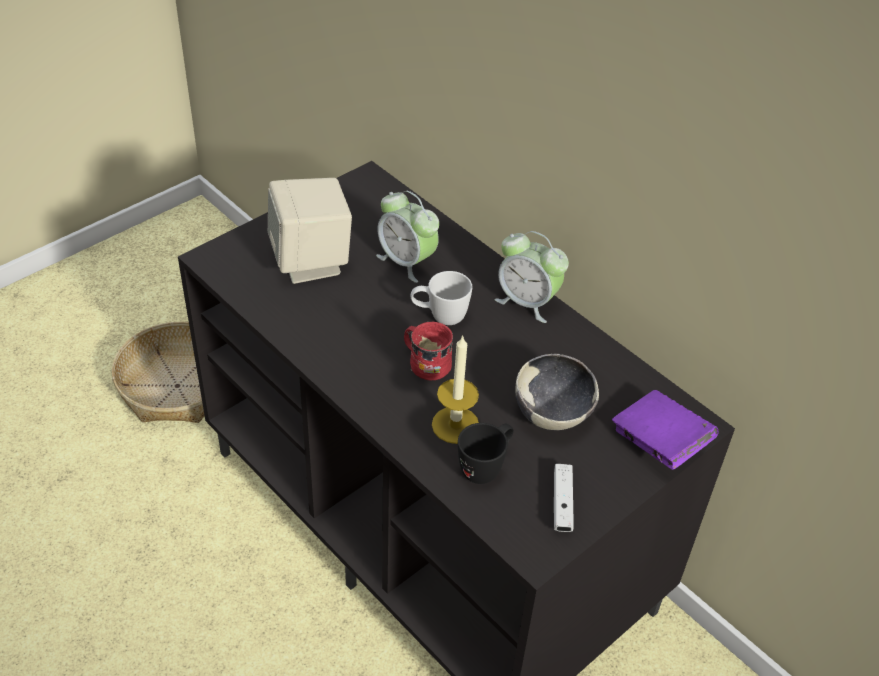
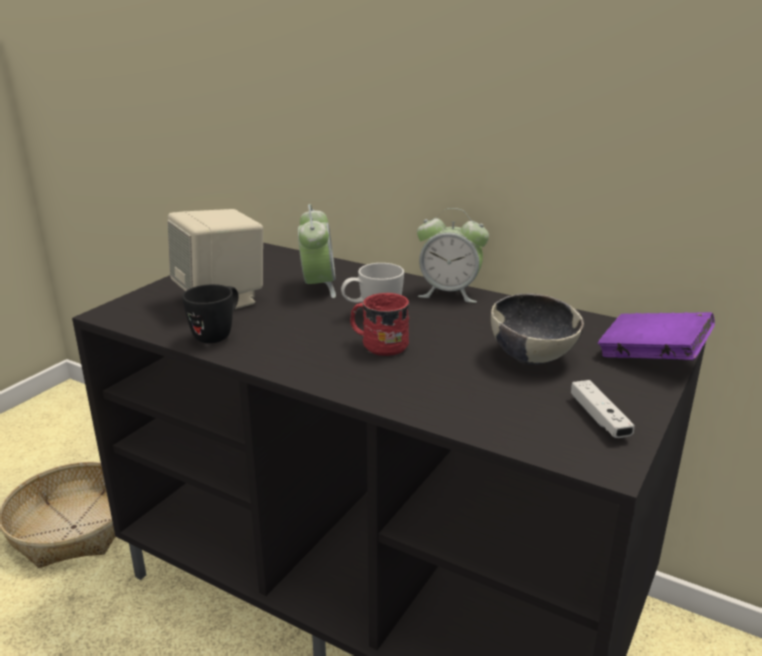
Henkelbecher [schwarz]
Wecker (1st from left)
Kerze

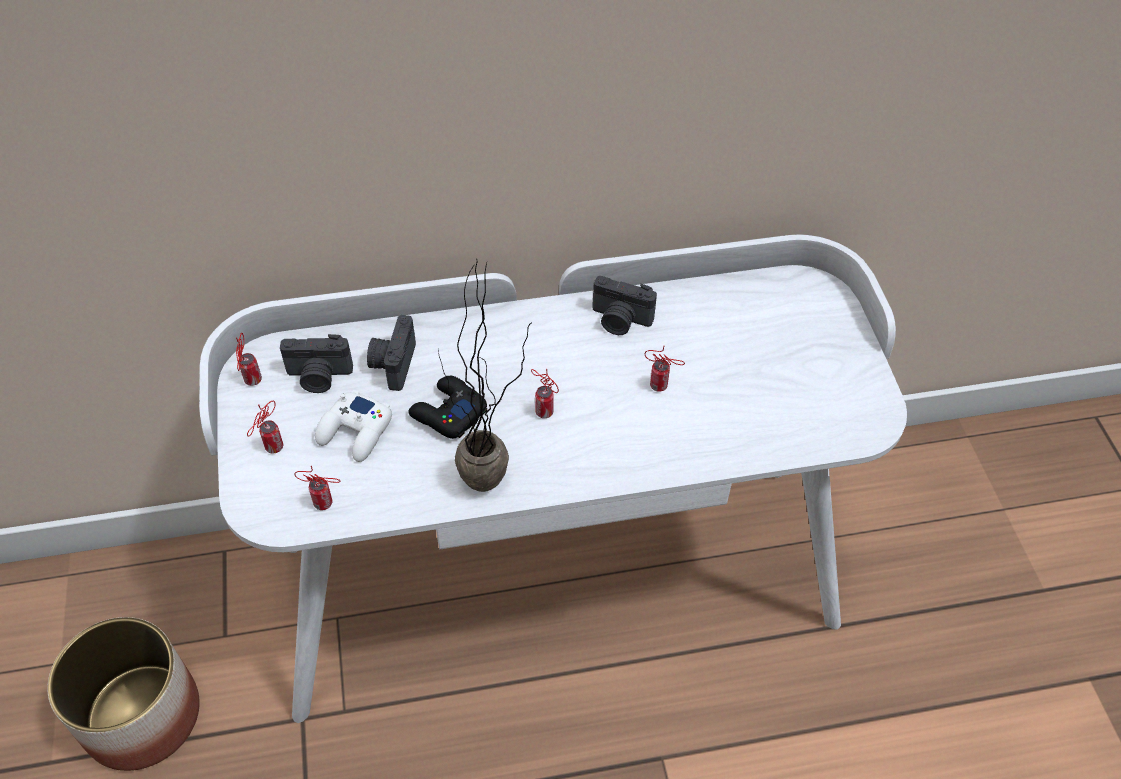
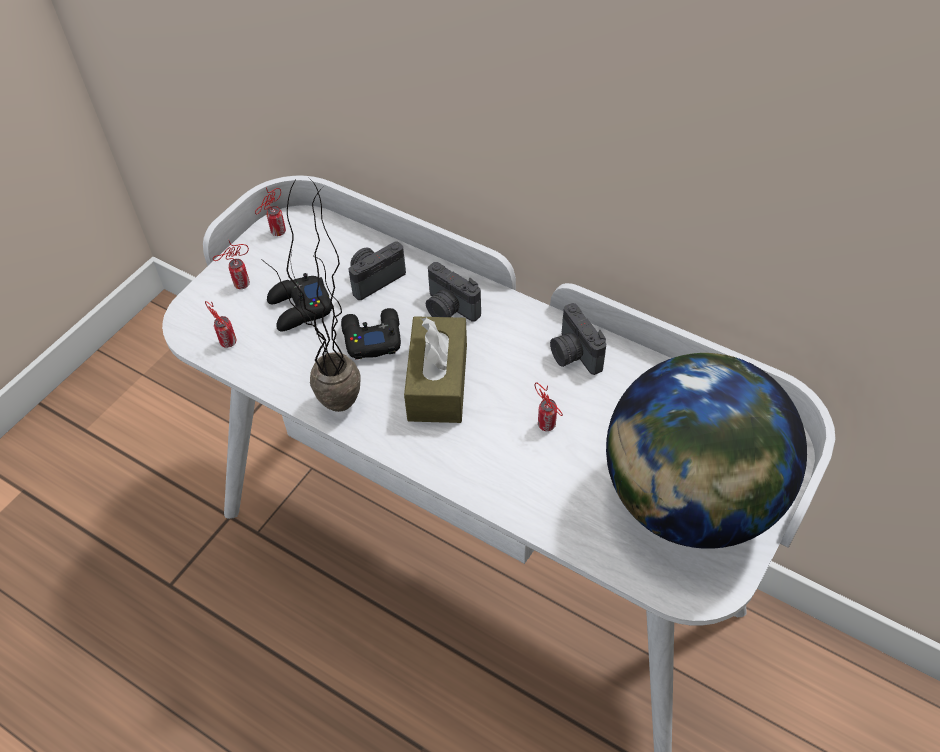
Gamepad [schwarz] (1st from left)
Taschentuchbox [braun]
Kamera (2nd from left)
Globus
Pflanzkübel

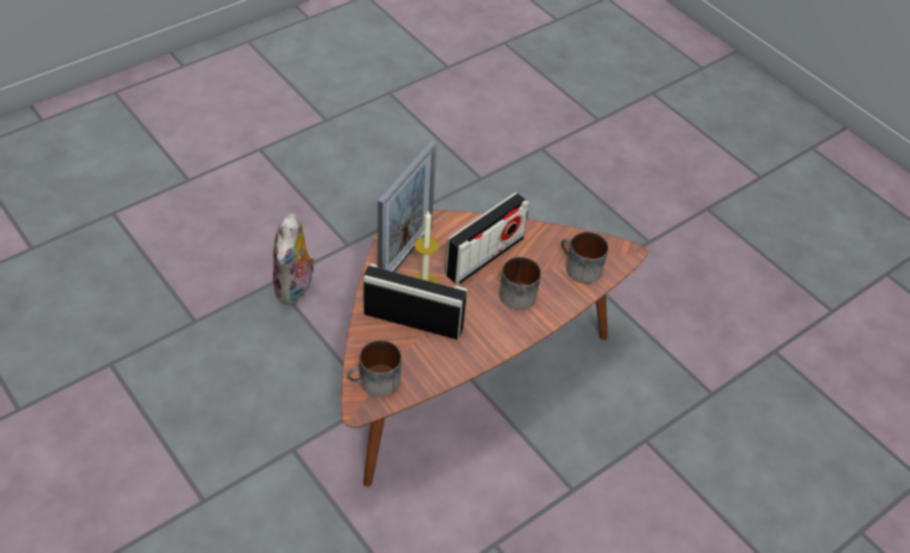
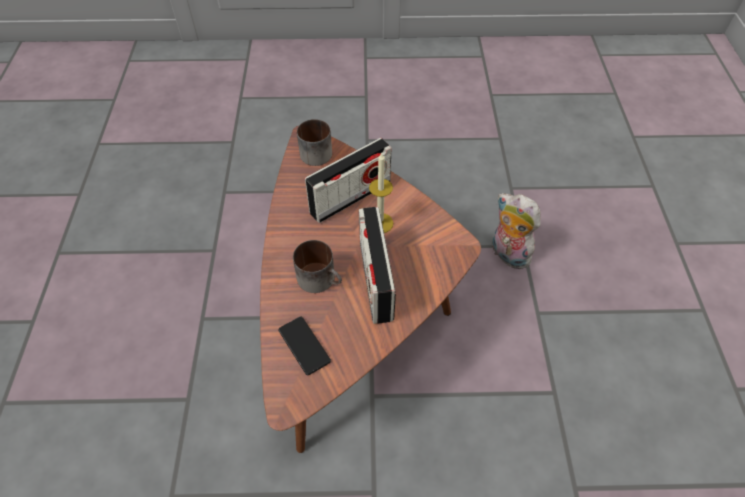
Handy
Bilderrahmen

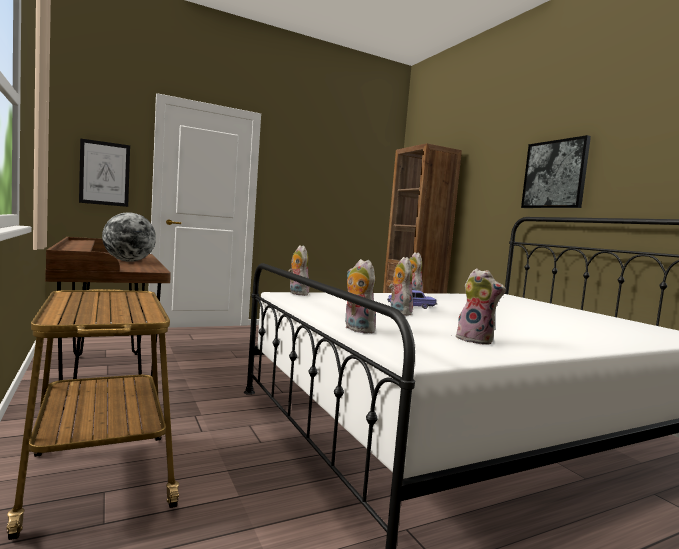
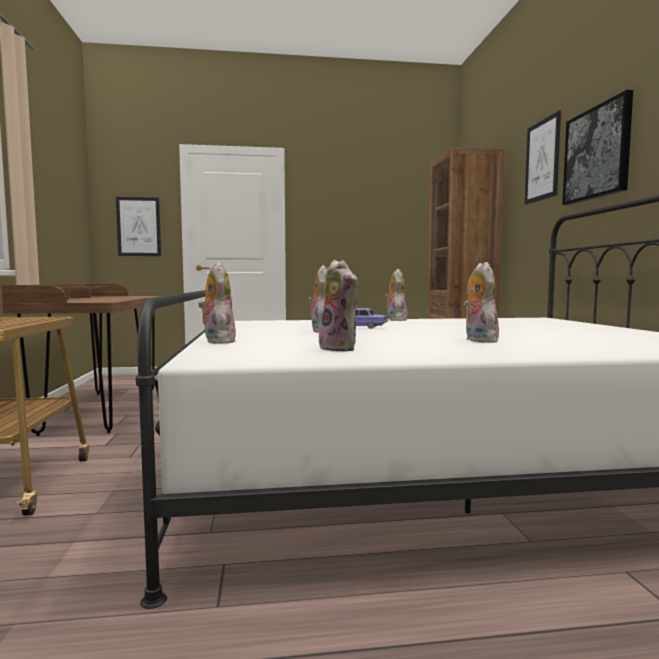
Plüschtier (5th from left)
Bild (2nd from left)
Globus

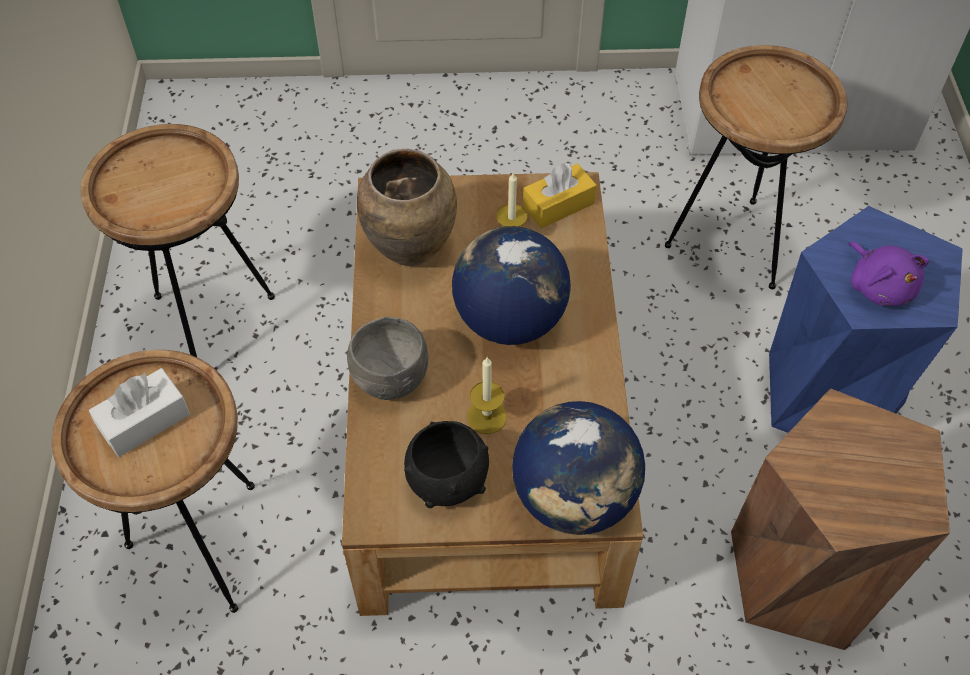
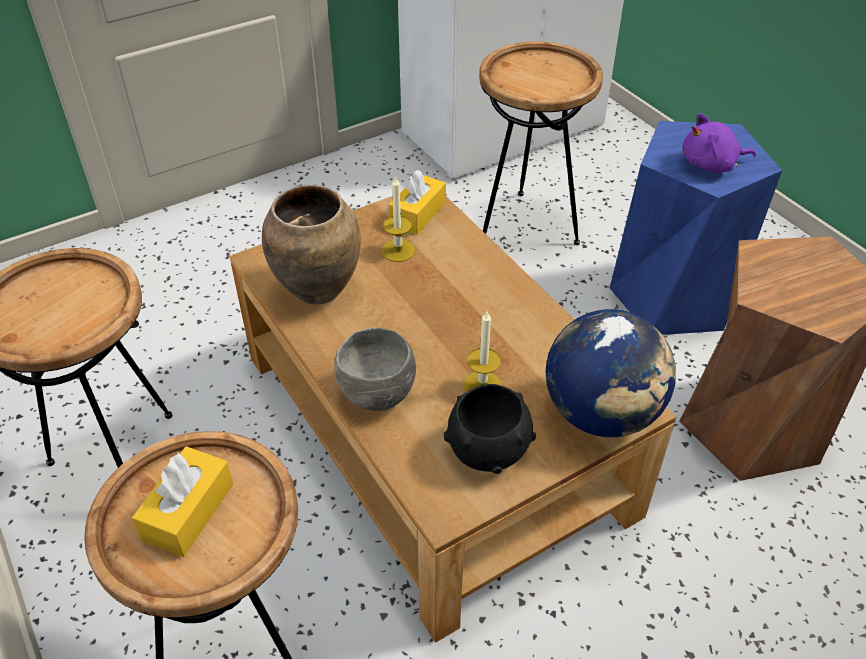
Taschentuchbox [gelb] (1st from left)
Plüschtier [lila]
Globus (1st from left in the first image)

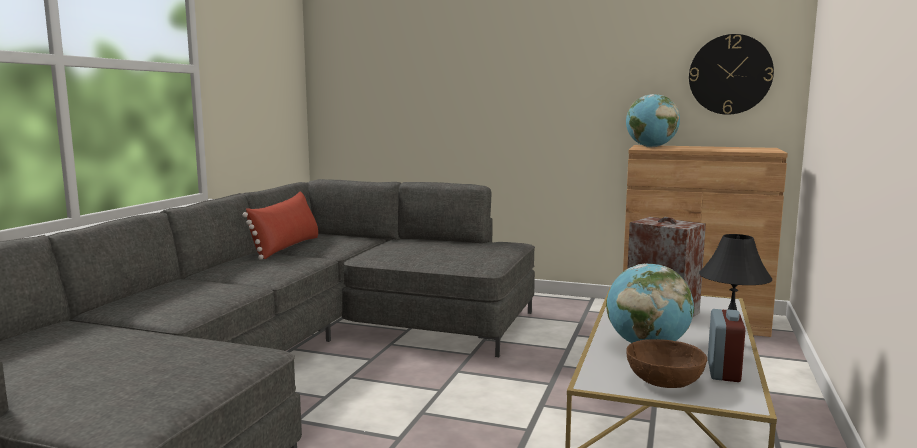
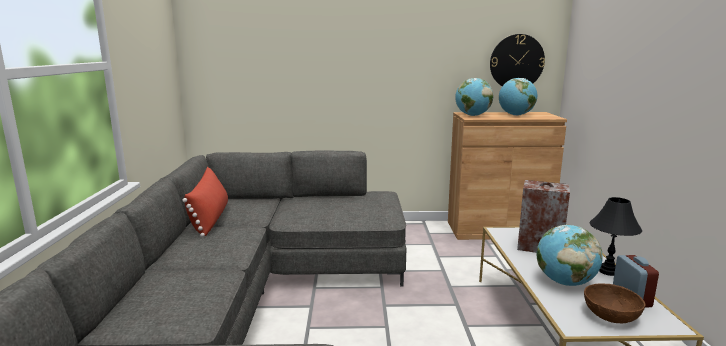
Globus (2nd from left)

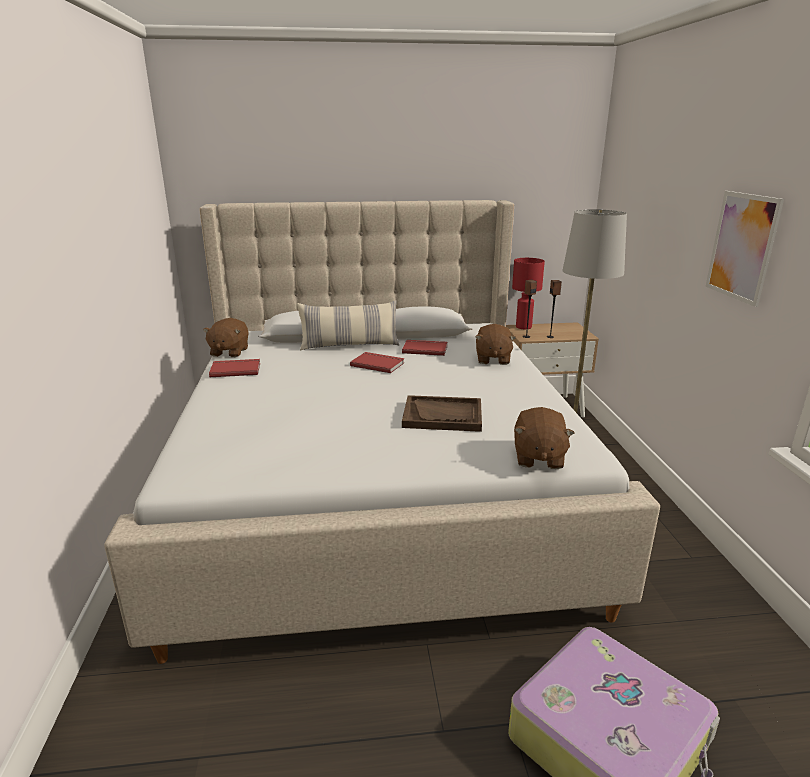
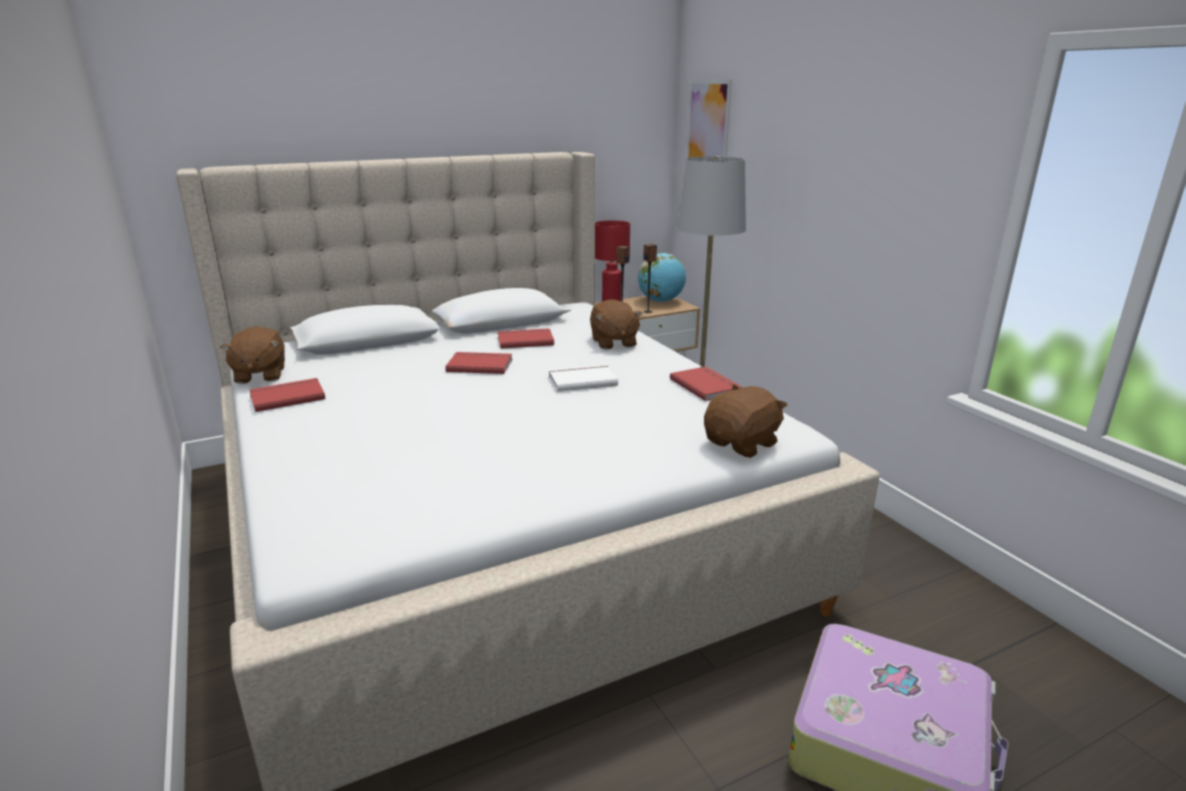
Buch [weiß]
Globus
Buch [rot] (4th from left)
Bild
Plüschtier [braun] (3rd from left)
Kissen
Tablett [braun]

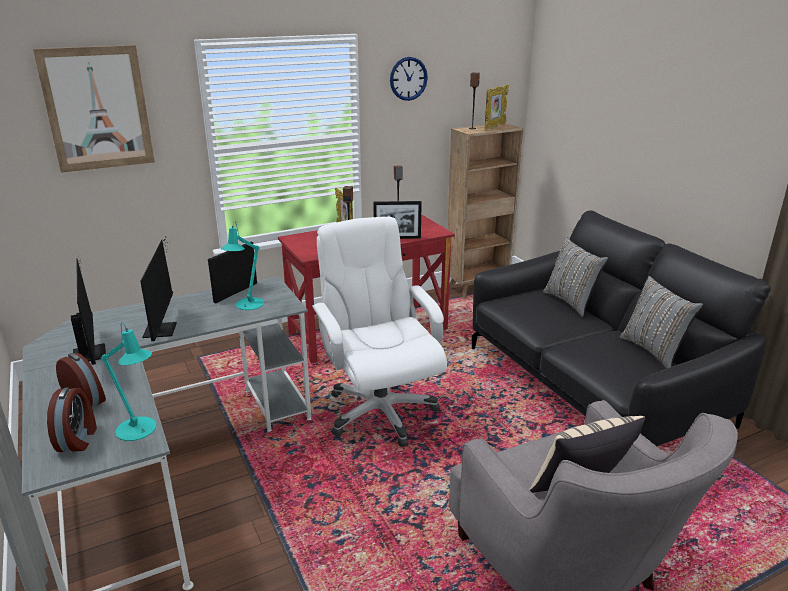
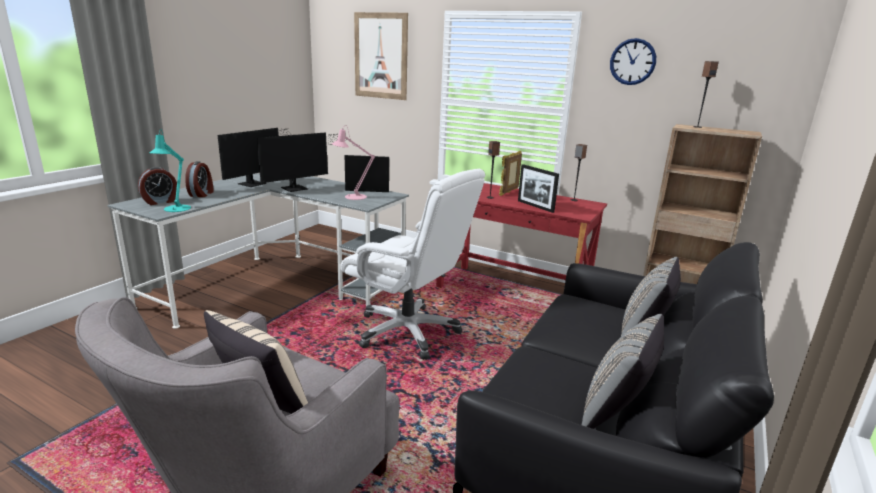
Tischlampe [rosa]
Bürostuhl [weiß]
Bilderrahmen (4th from left in the first image)

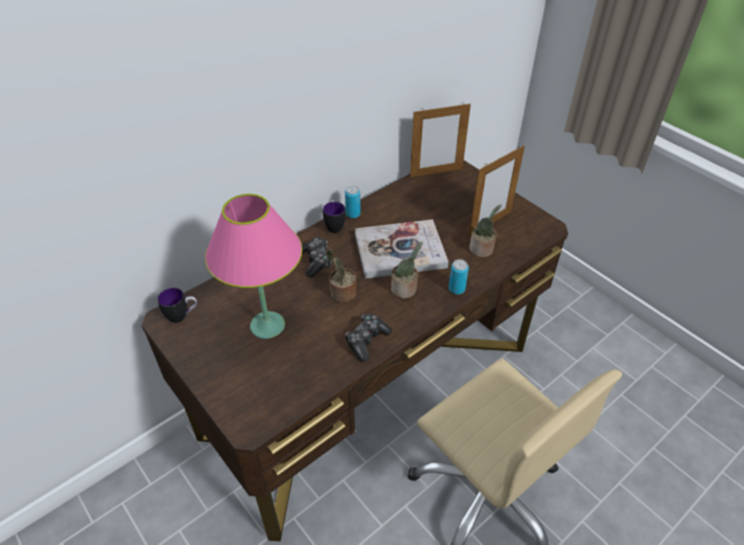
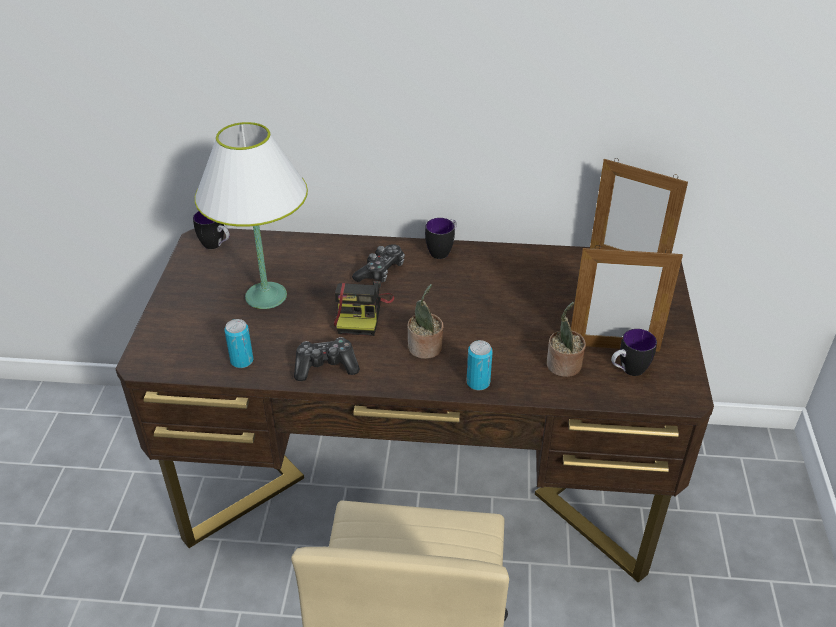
Tischlampe [weiß]
Dose (1st from left)
Kamera
Henkelbecher (3rd from left)
Buch

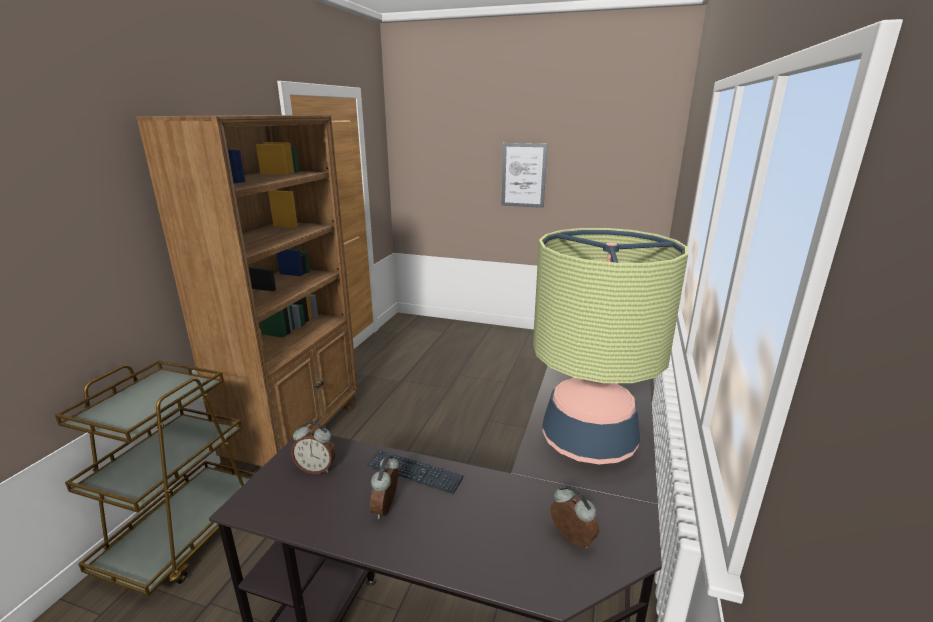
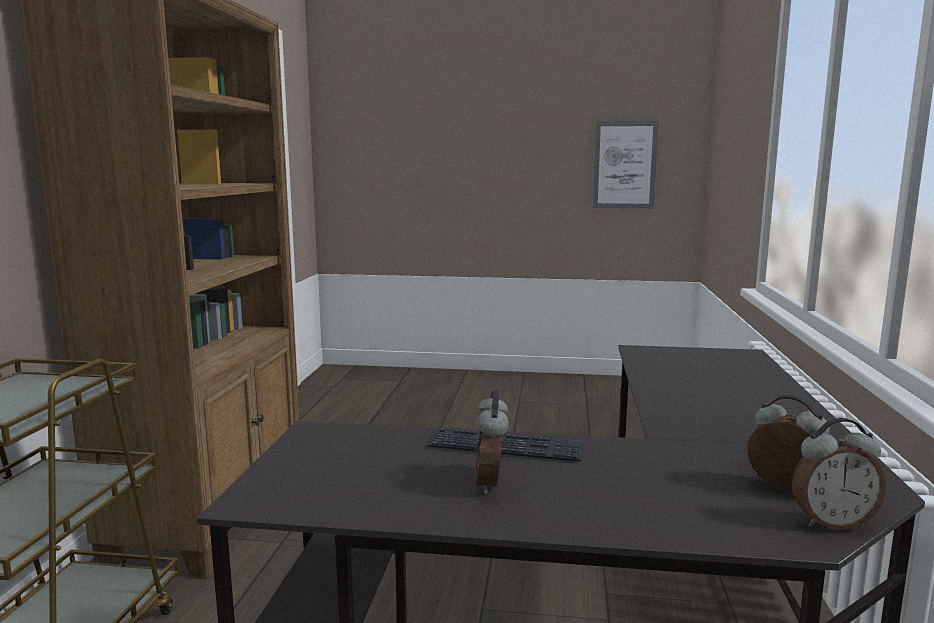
Bild
Wecker (3rd from left)
Tischlampe

